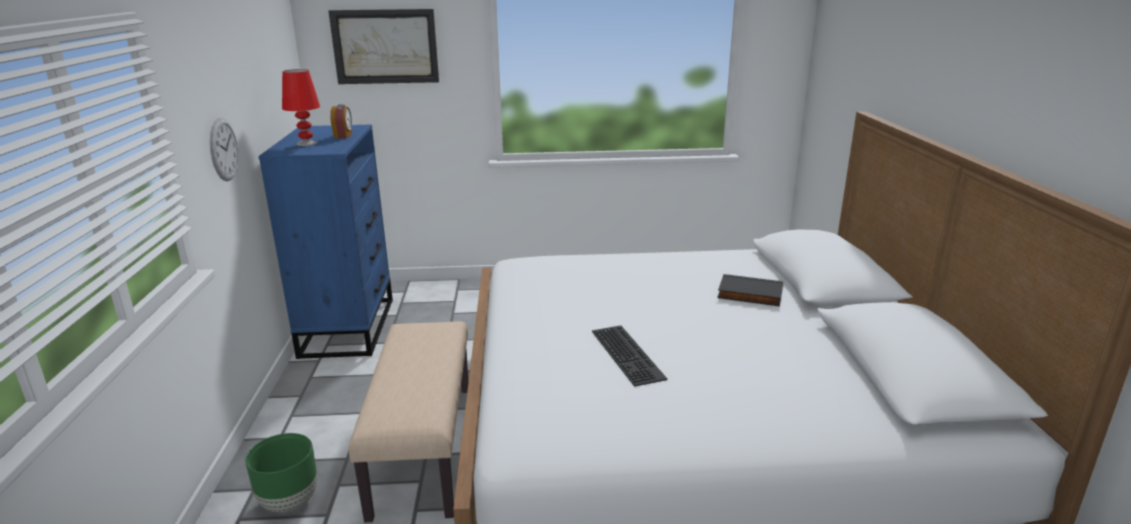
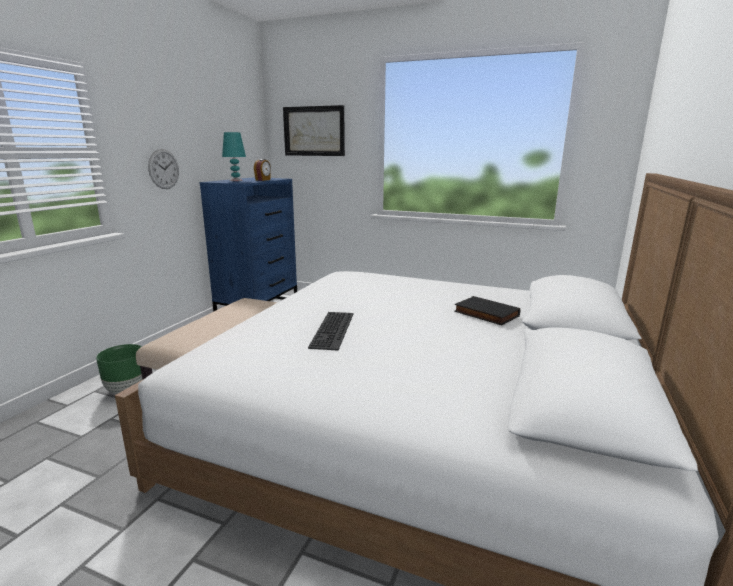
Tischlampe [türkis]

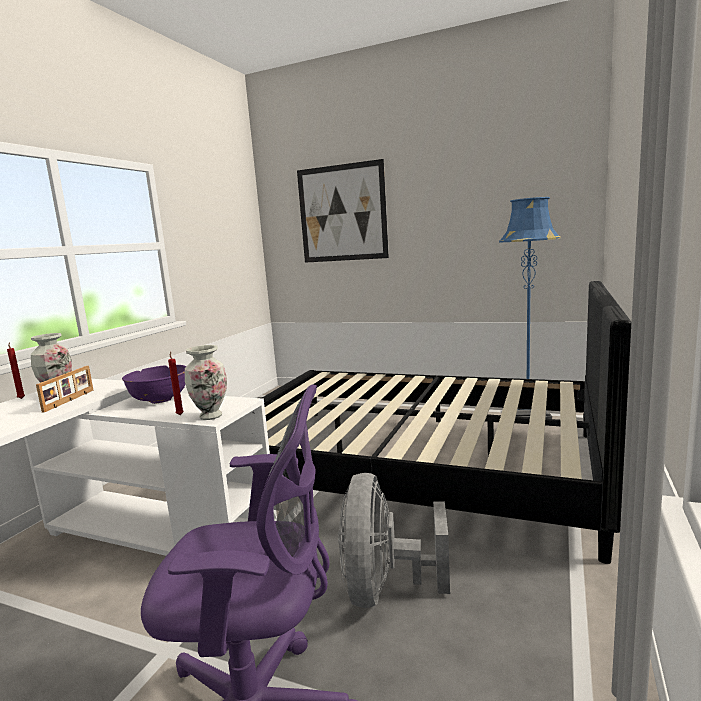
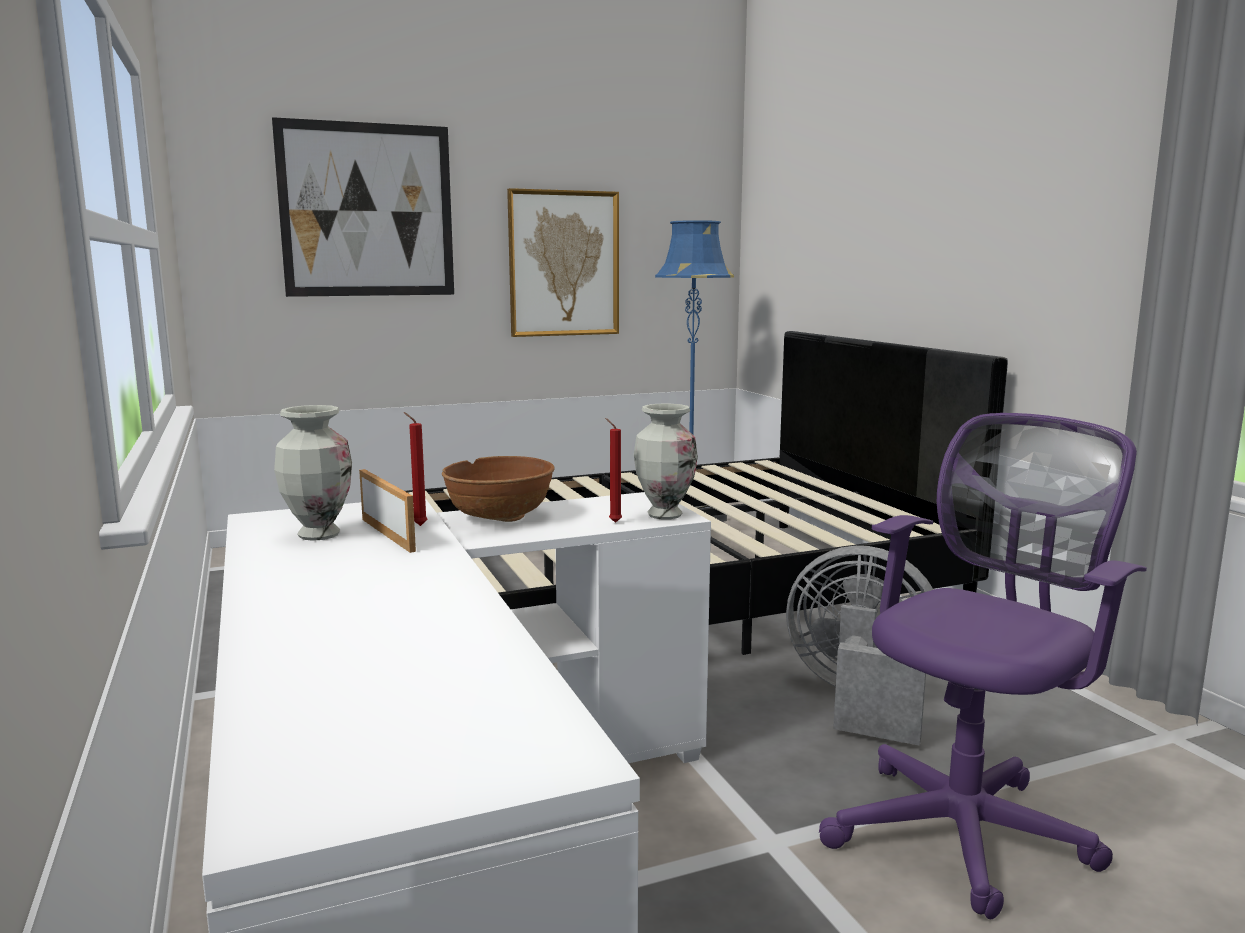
Kerze [rot] (1st from left)
Schüssel [braun]
Bild (2nd from left)
Ventilator [grau]

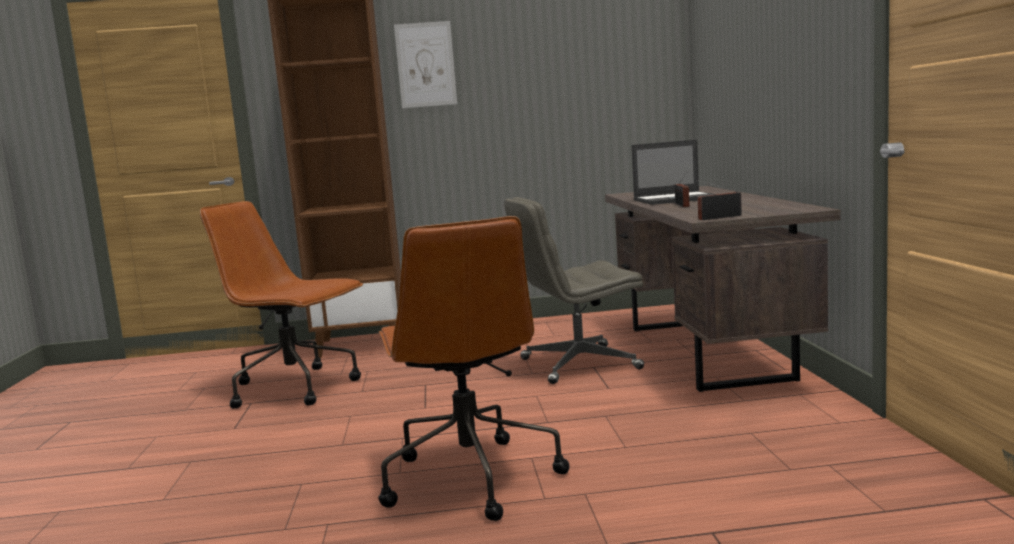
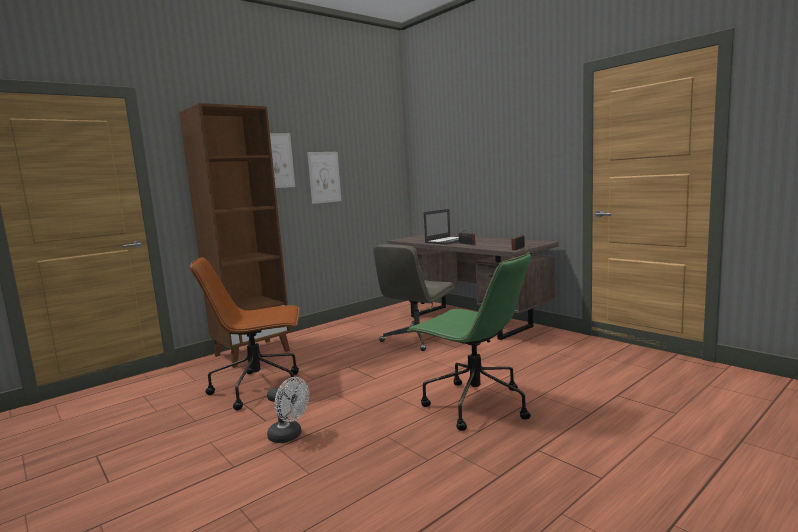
Ventilator [weiß]
Bild (2nd from left)
Bürostuhl [grün]

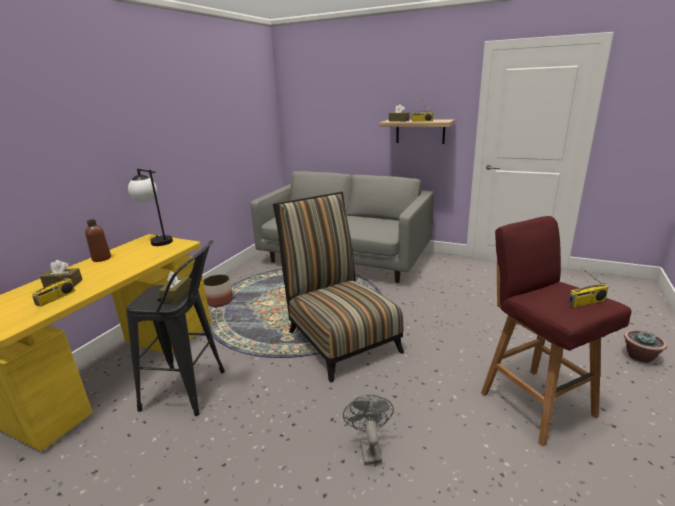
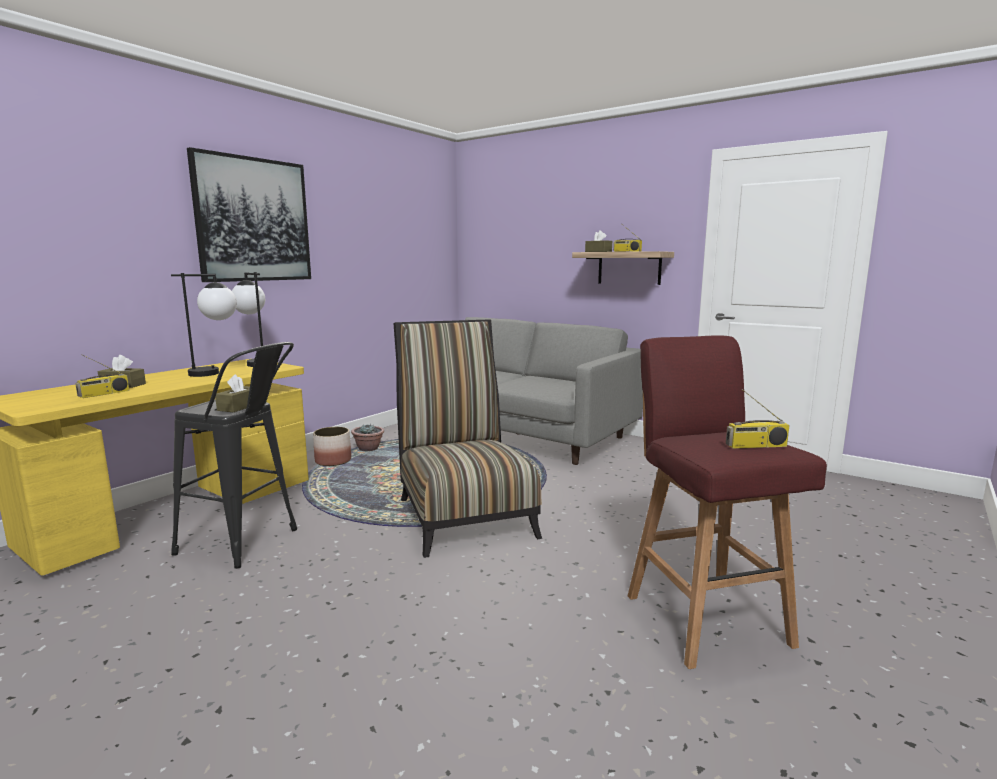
Tischlampe (1st from left)
Bild
Topfpflanze
Flasche [braun]
Ventilator [grau]

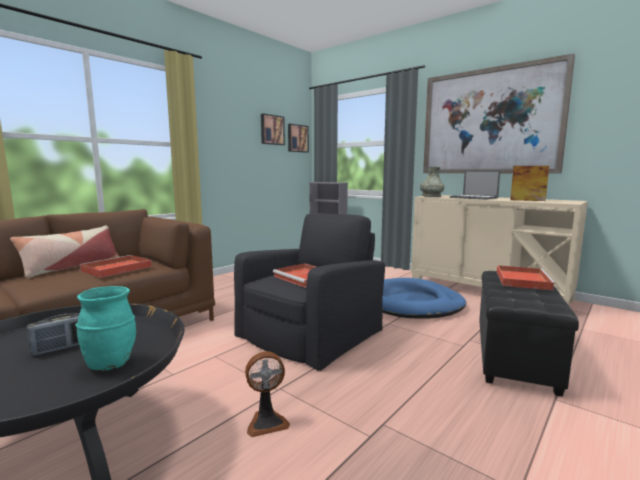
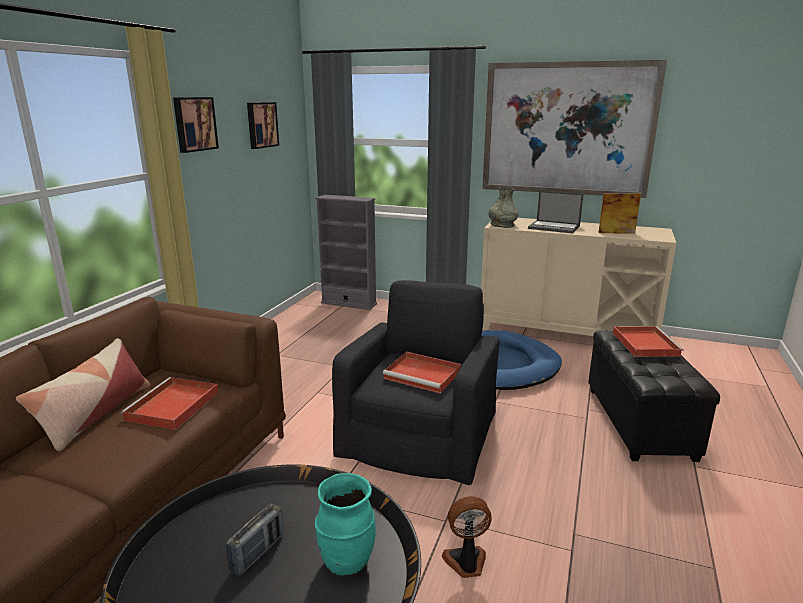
Bild (1st from left)
Ventilator

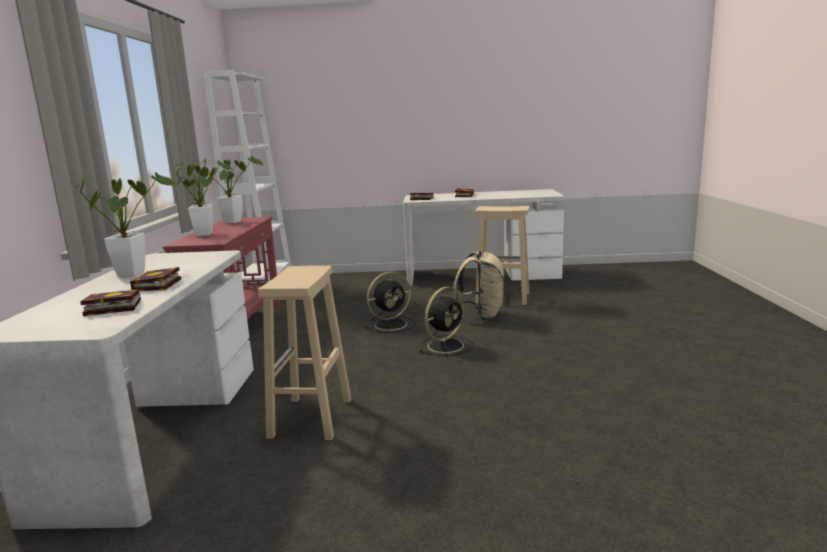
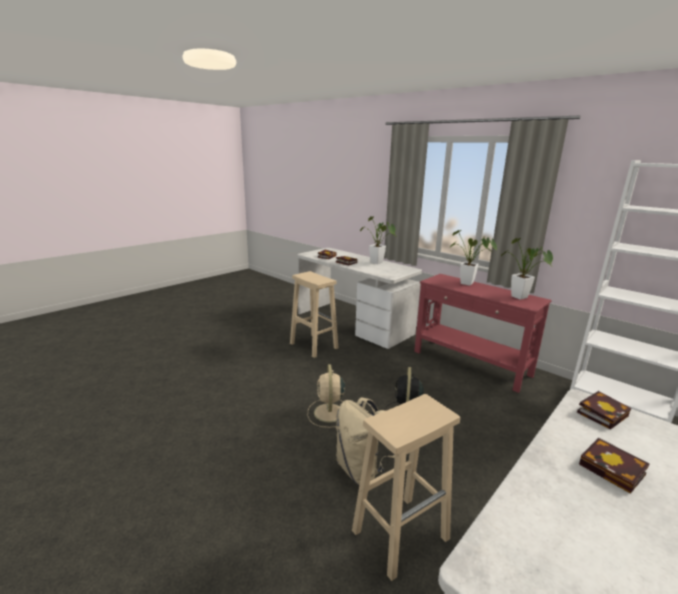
Ventilator [beige]

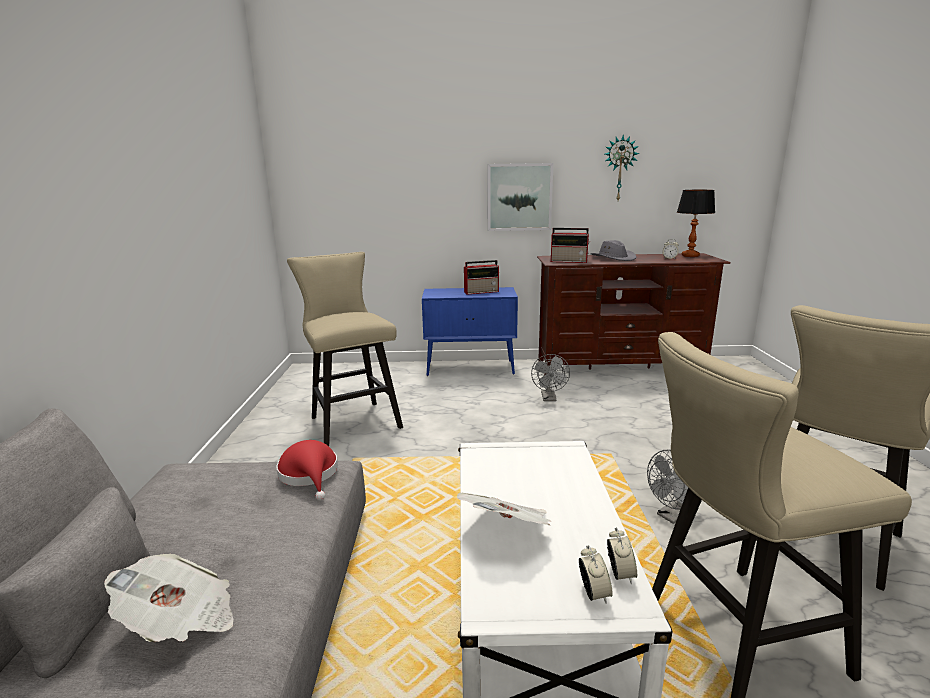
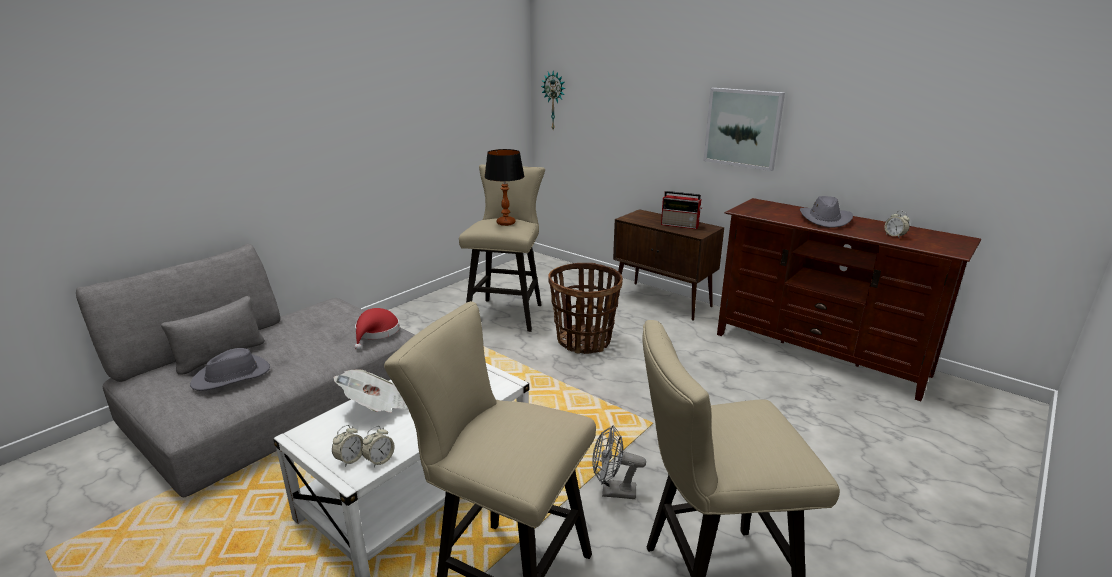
Hut [grau] (1st from left)
Tischlampe
Wanduhr
Korb
Schrank [braun]
Ventilator [grau] (1st from left in the first image)
Radio (2nd from left in the first image)

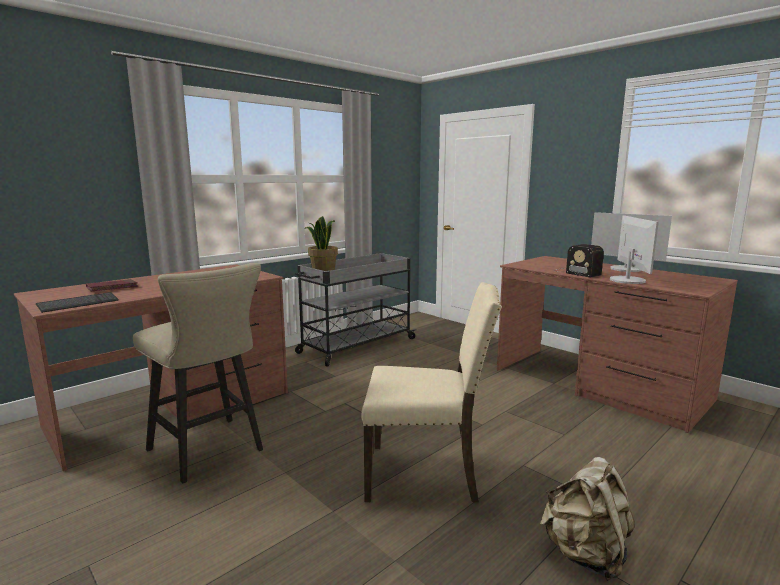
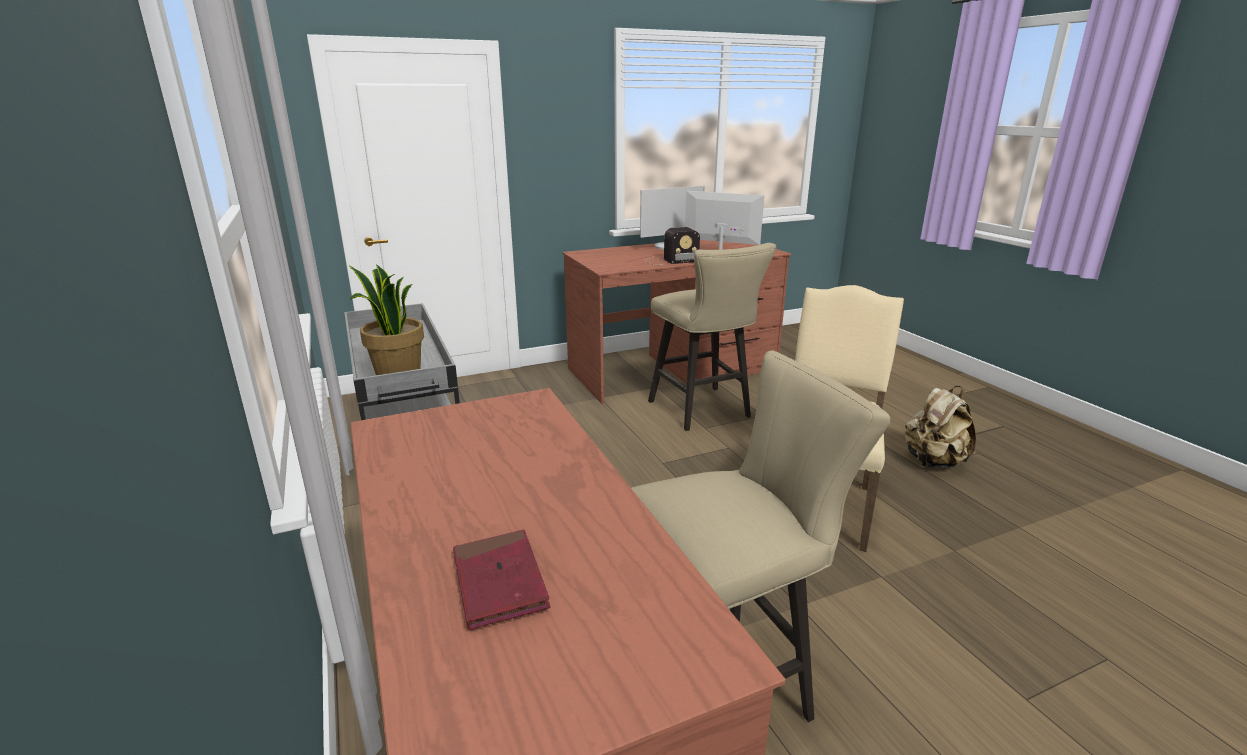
Hocker [beige] (1st from left)
Tastatur

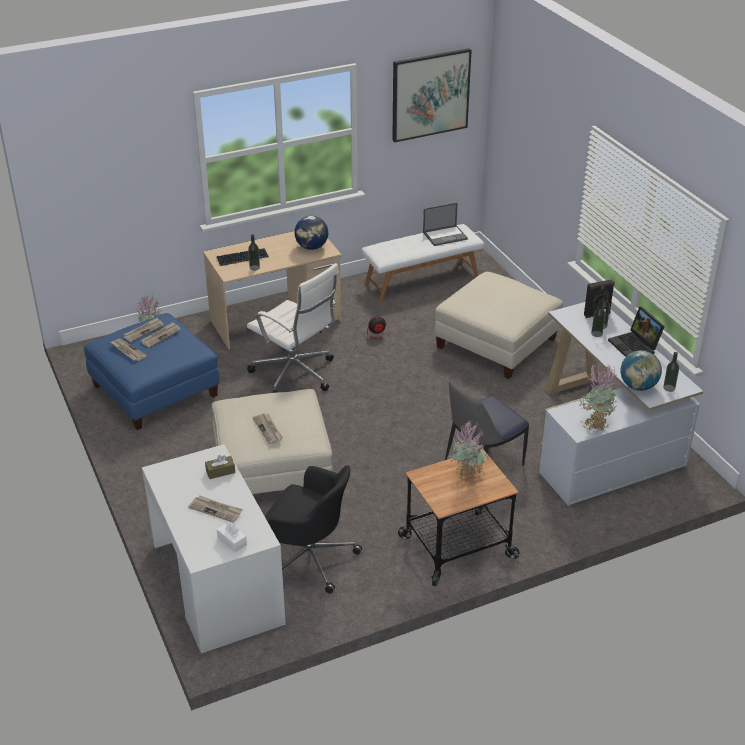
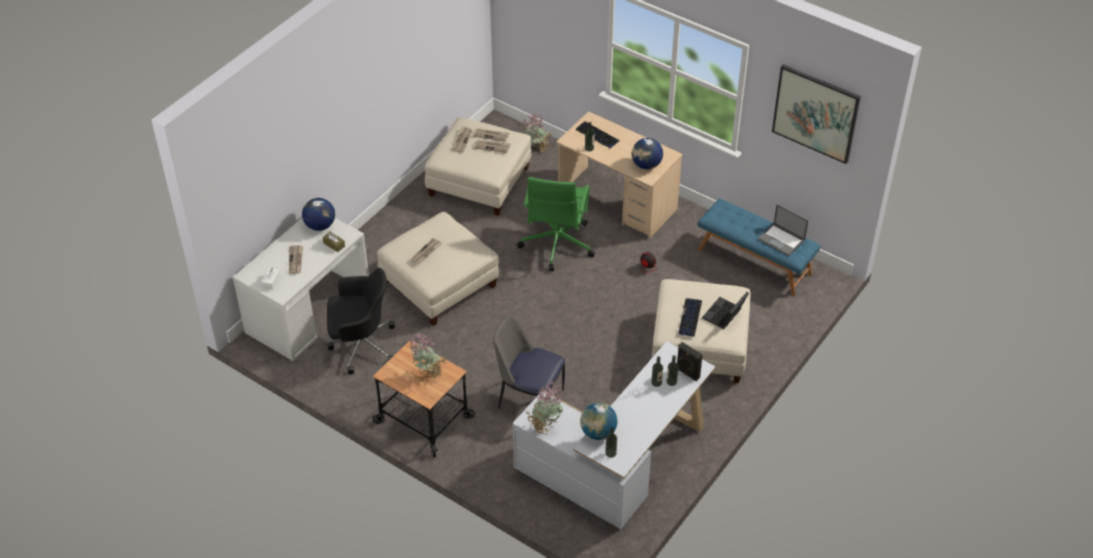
Globus (1st from left)
Bürostuhl [schwarz]
Polsterhocker [beige] (2nd from left)
Bürostuhl [grün]
Tastatur (2nd from left)
Bank [blau]
Laptop (1st from left)

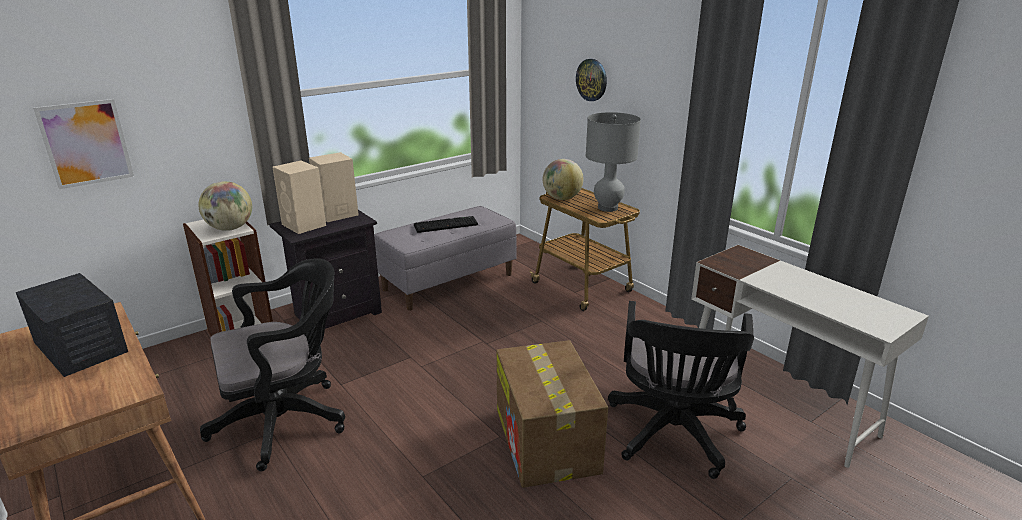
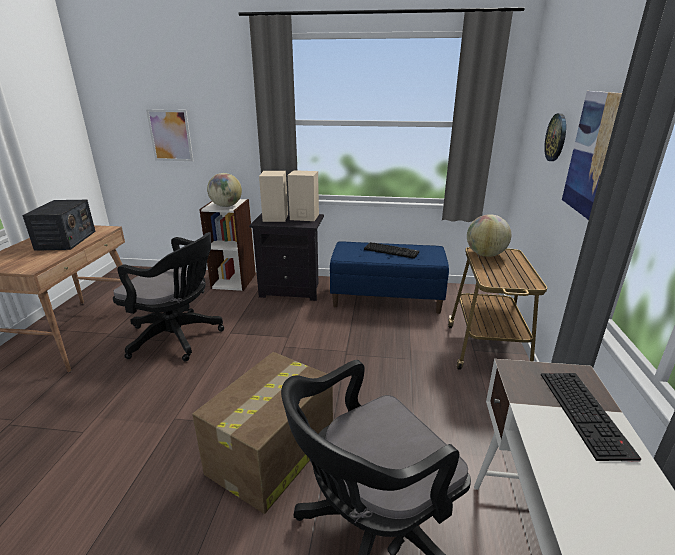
Bank [blau]
Tastatur (2nd from left)
Bild (2nd from left)
Tischlampe [grau]

